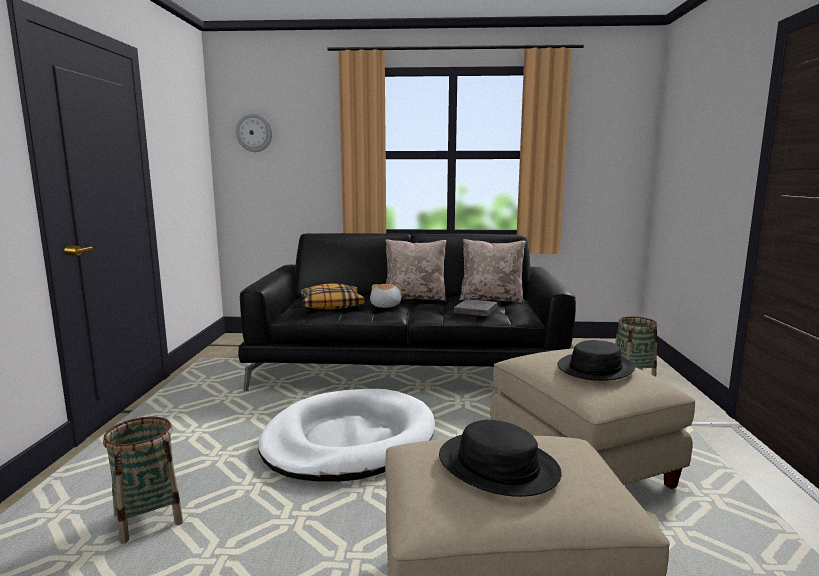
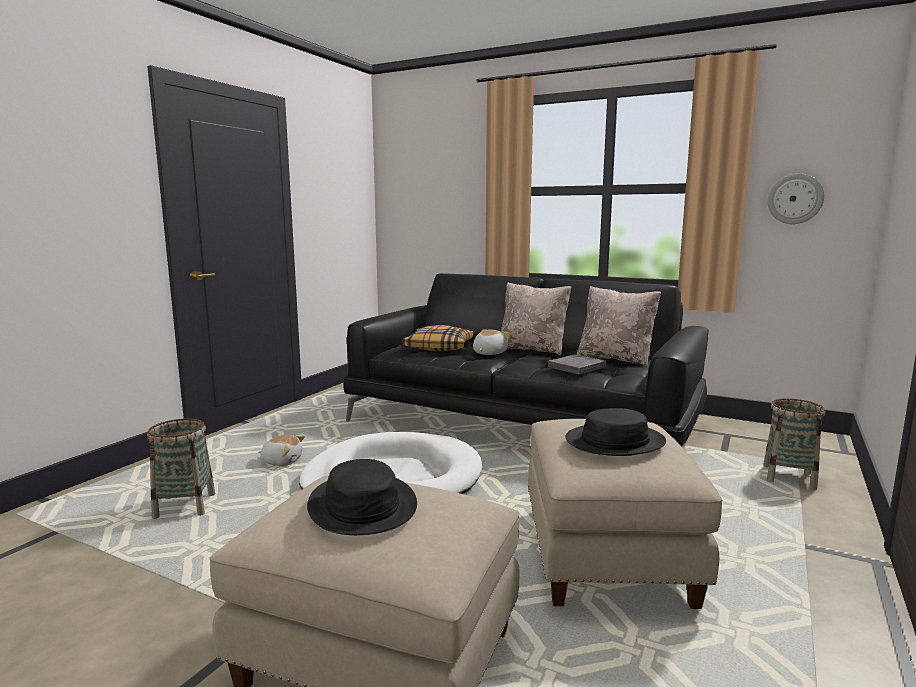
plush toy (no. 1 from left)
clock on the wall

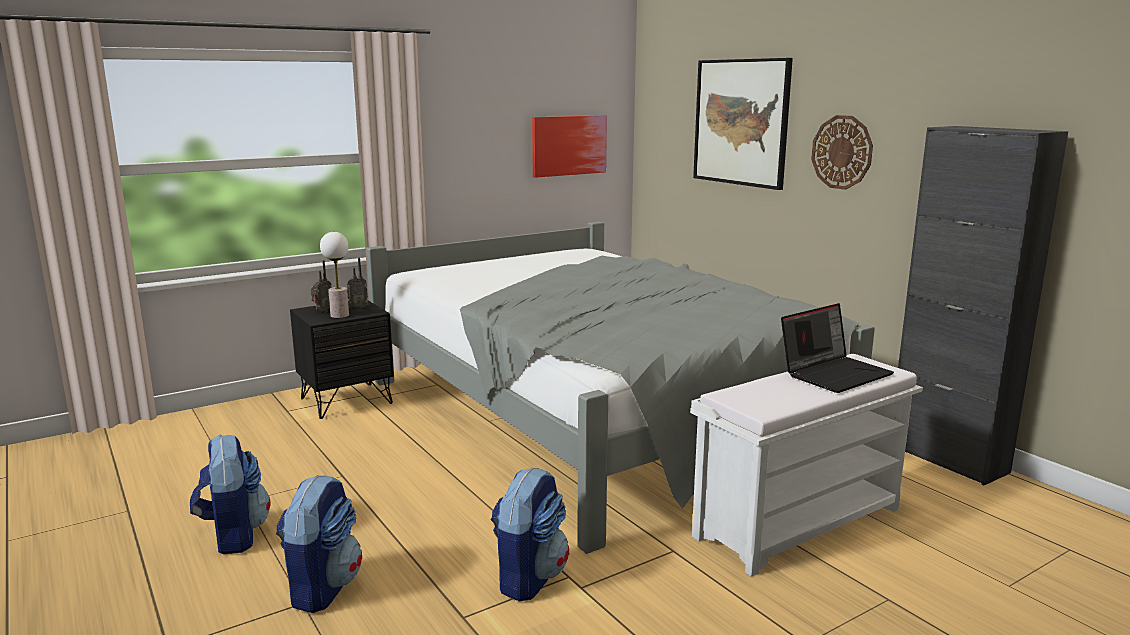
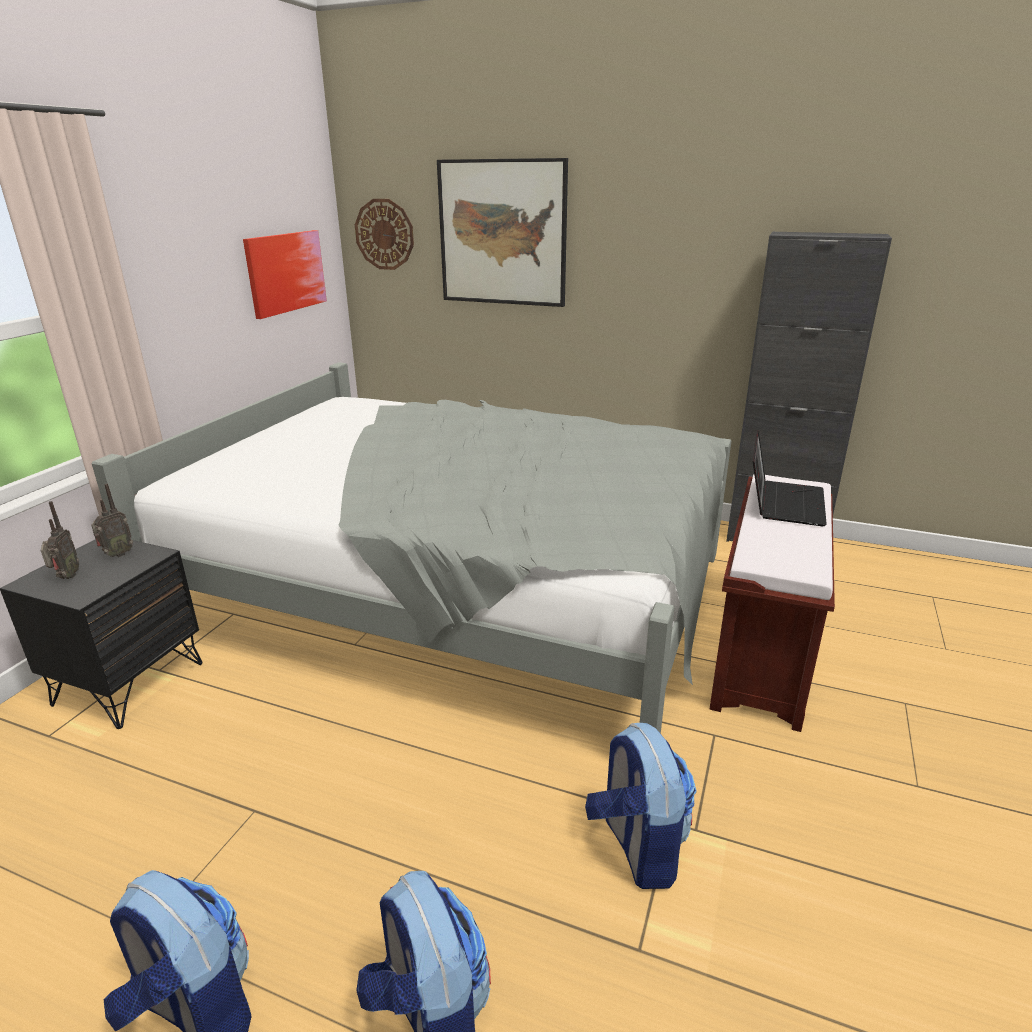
clock on the wall
brownish bench
lamp for a table

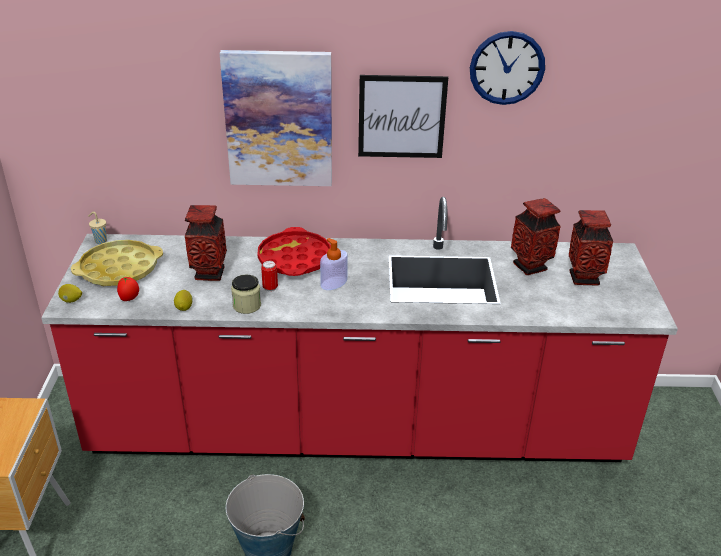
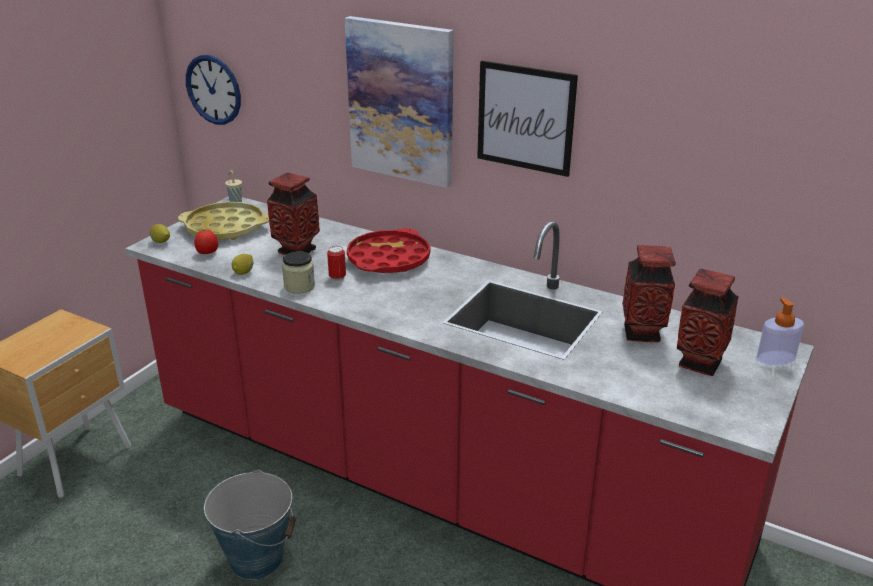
clock on the wall
liquid soap bottle

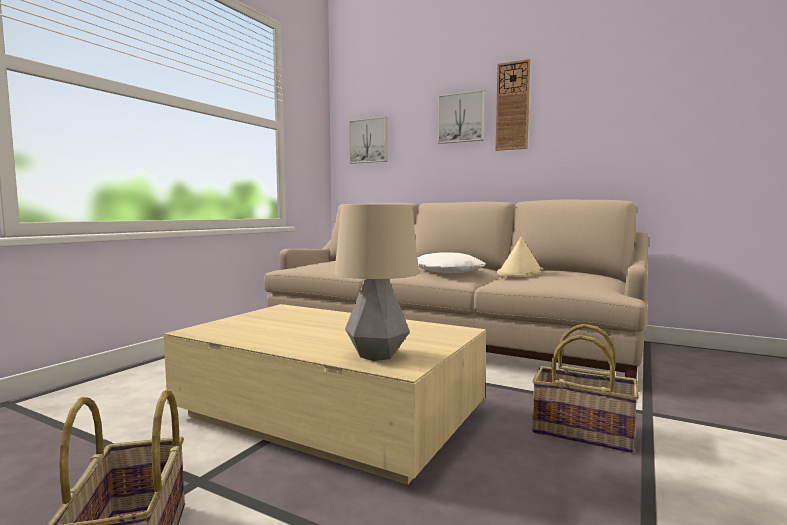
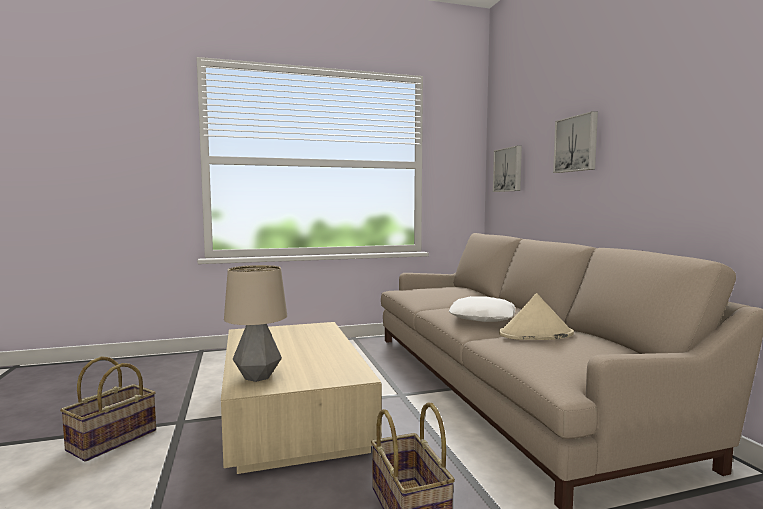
clock on the wall

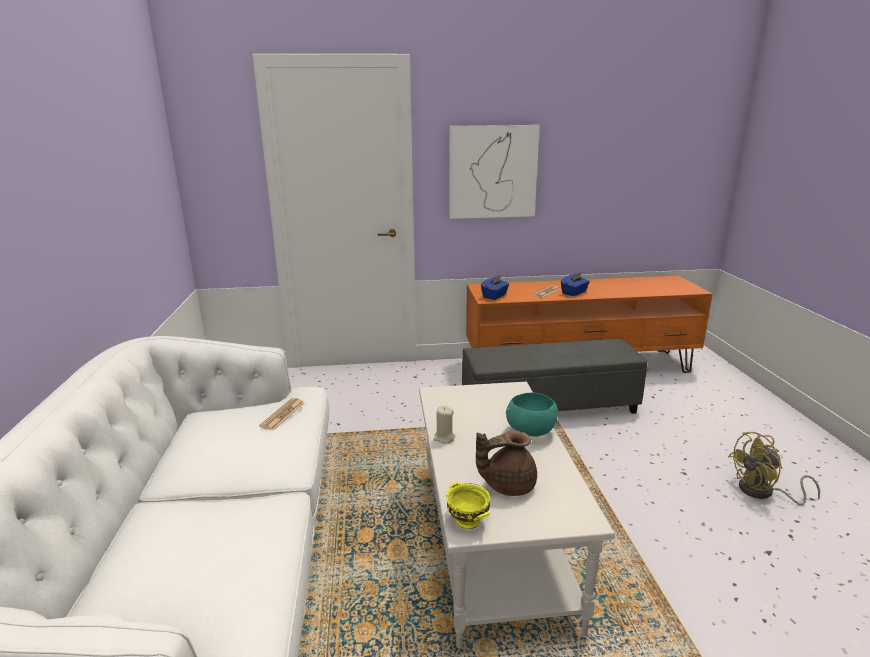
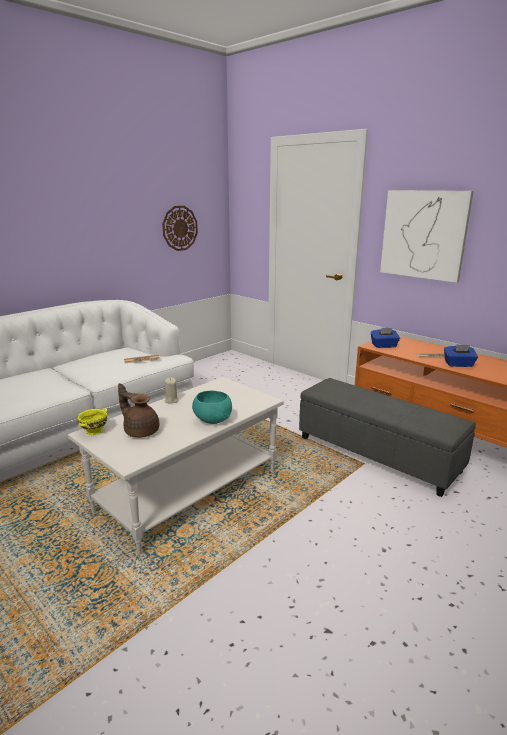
clock on the wall
yellow fan

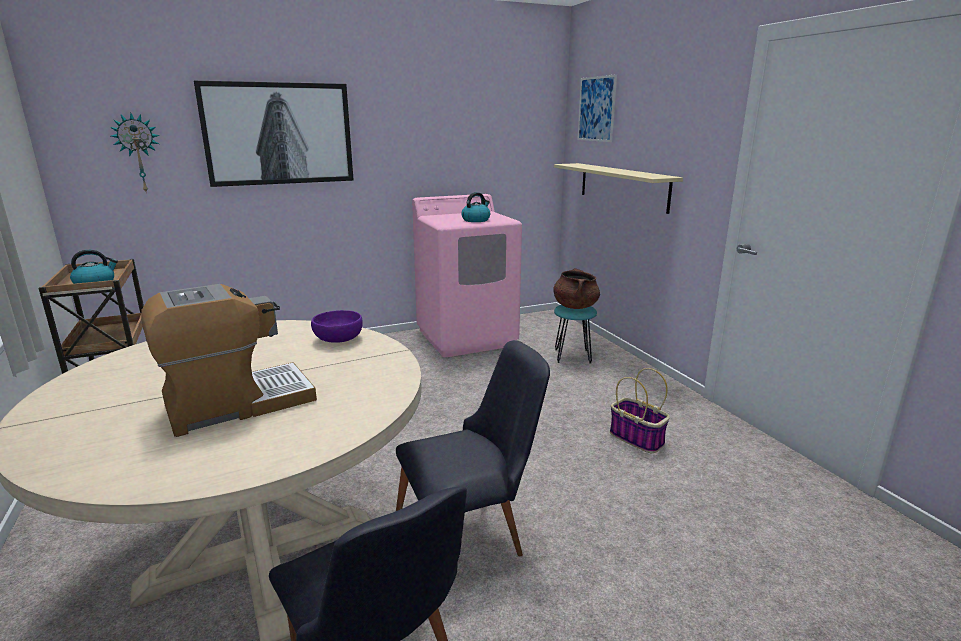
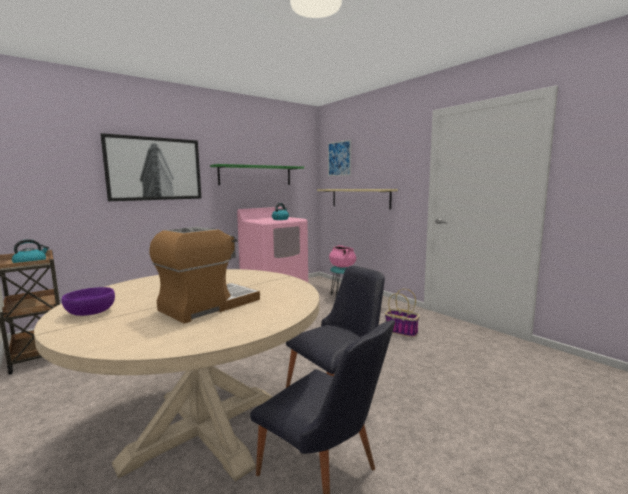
purple bowl
green-coloured shelf
pink-coloured saucepot
clock on the wall

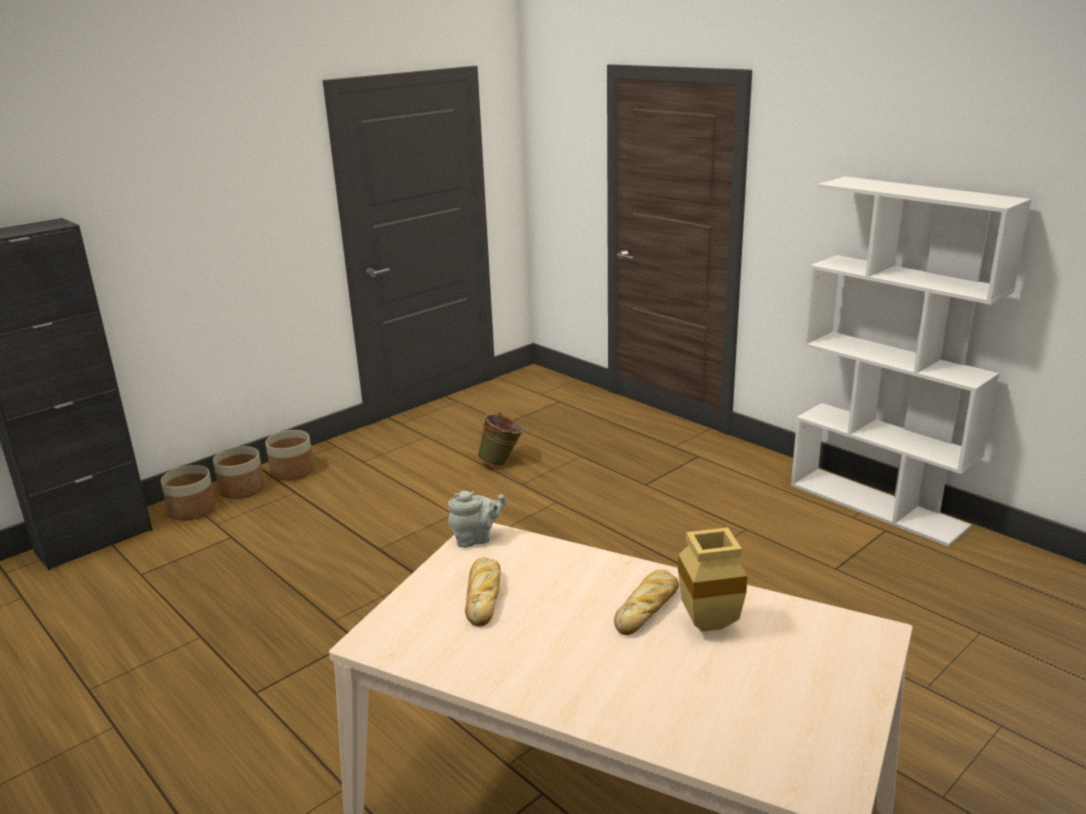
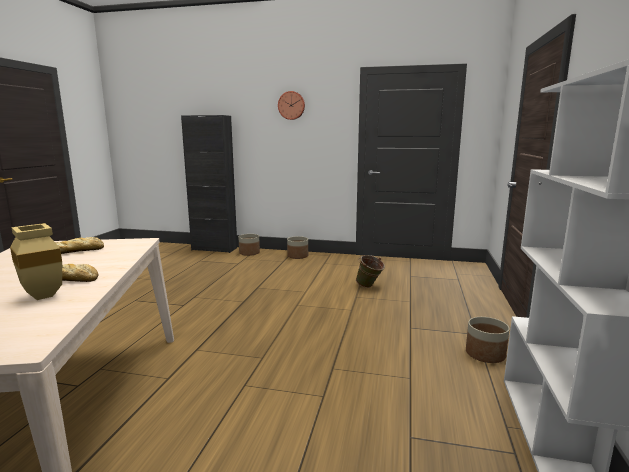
clock on the wall
planter (no. 3 from left)
greyish tea pot

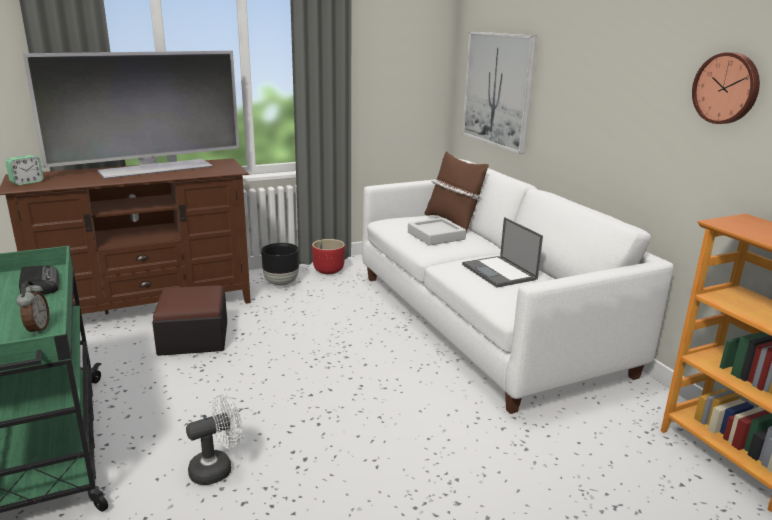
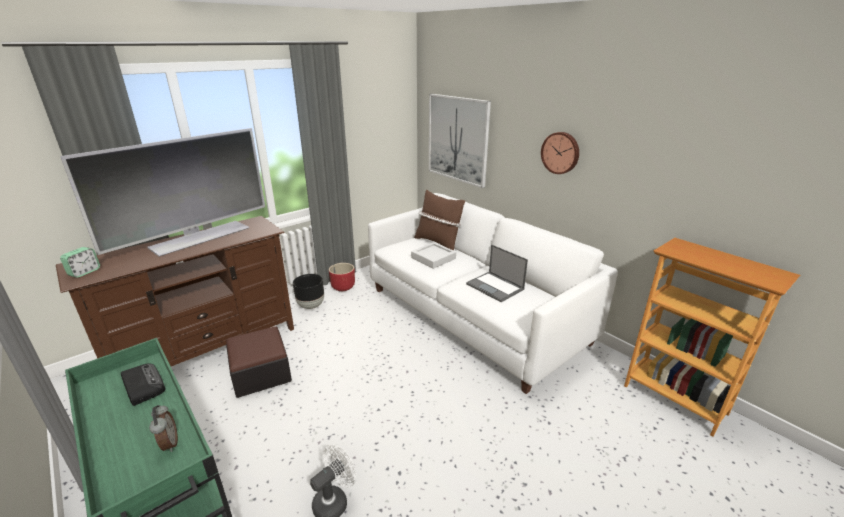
clock on the wall

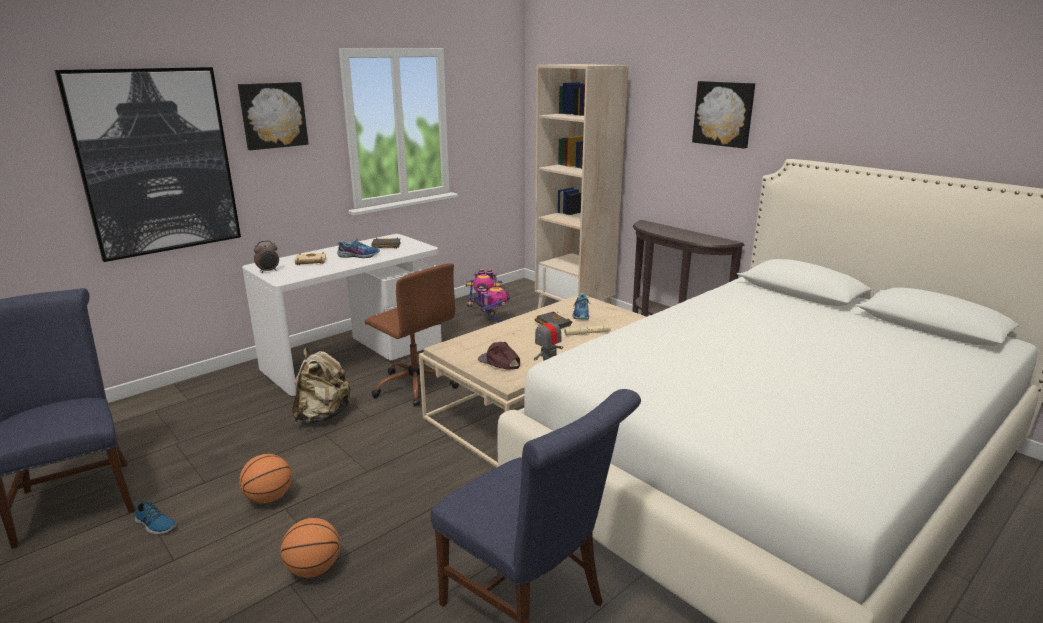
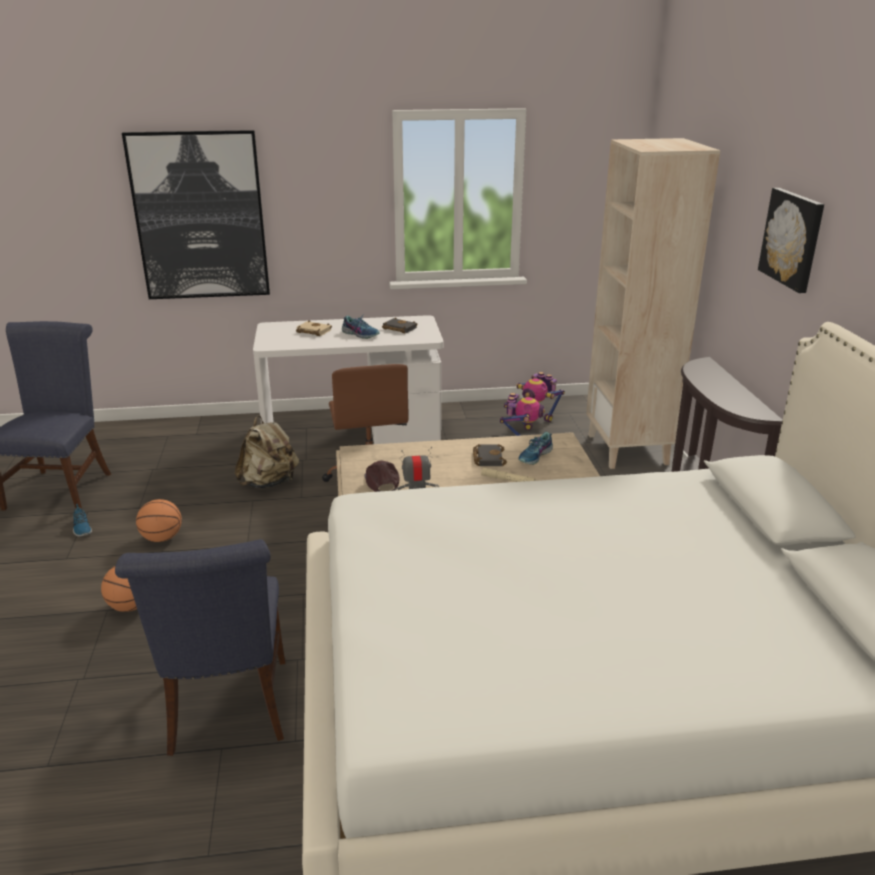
wall picture (no. 2 from left in the first image)
table clock

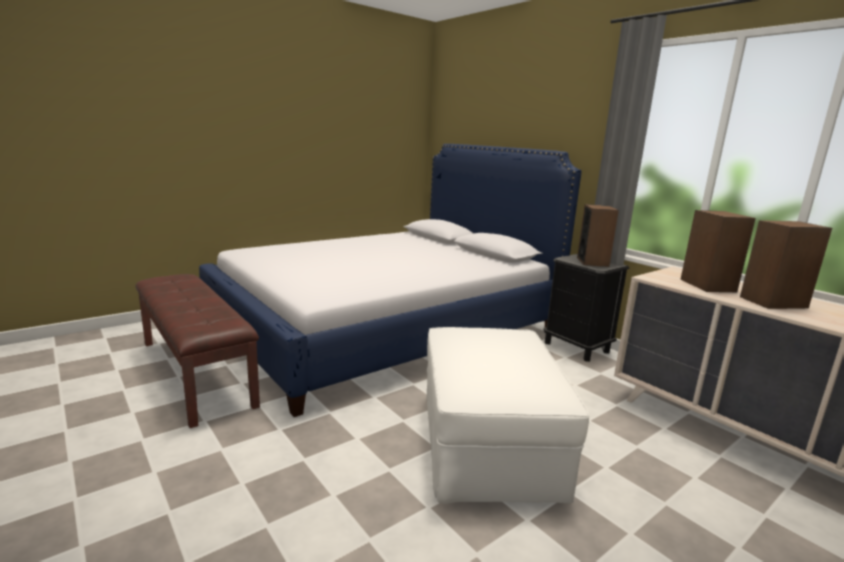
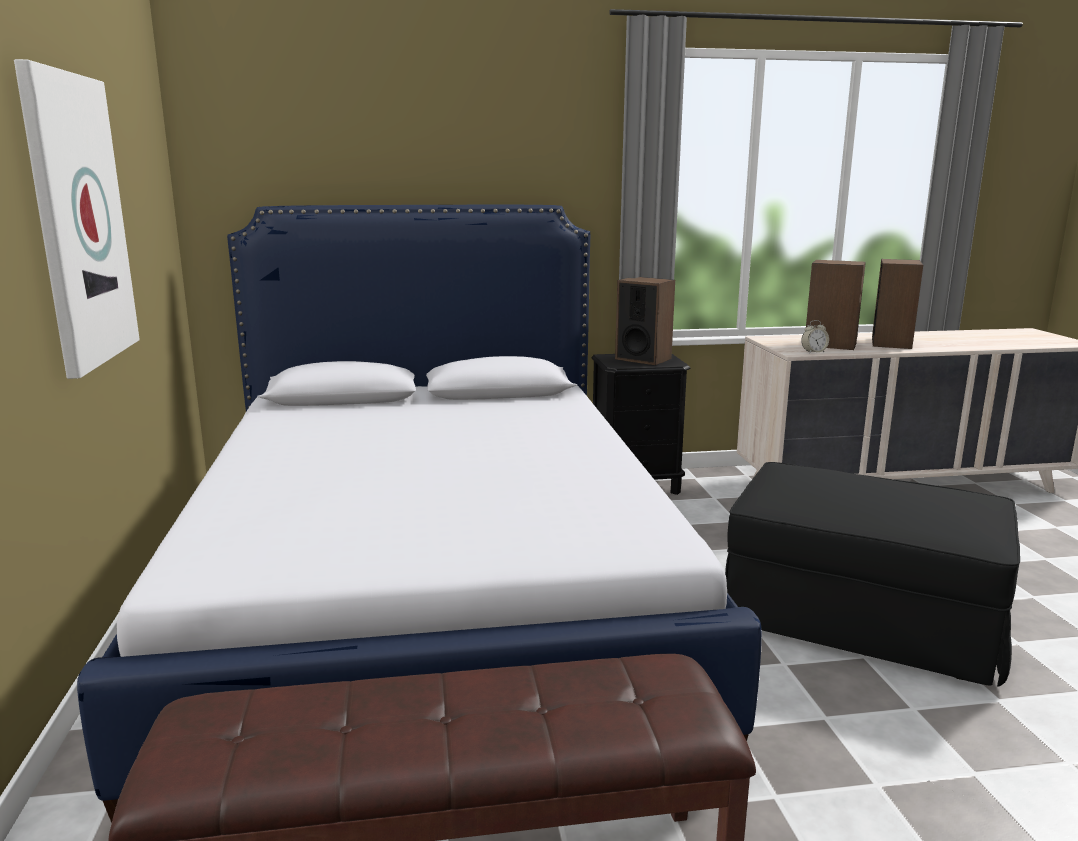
wall picture
black pouffe
table clock

